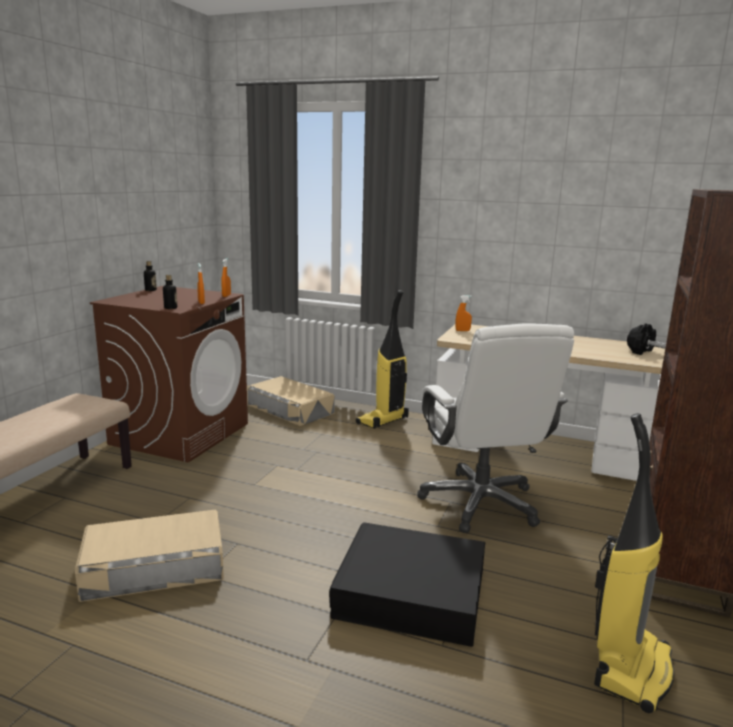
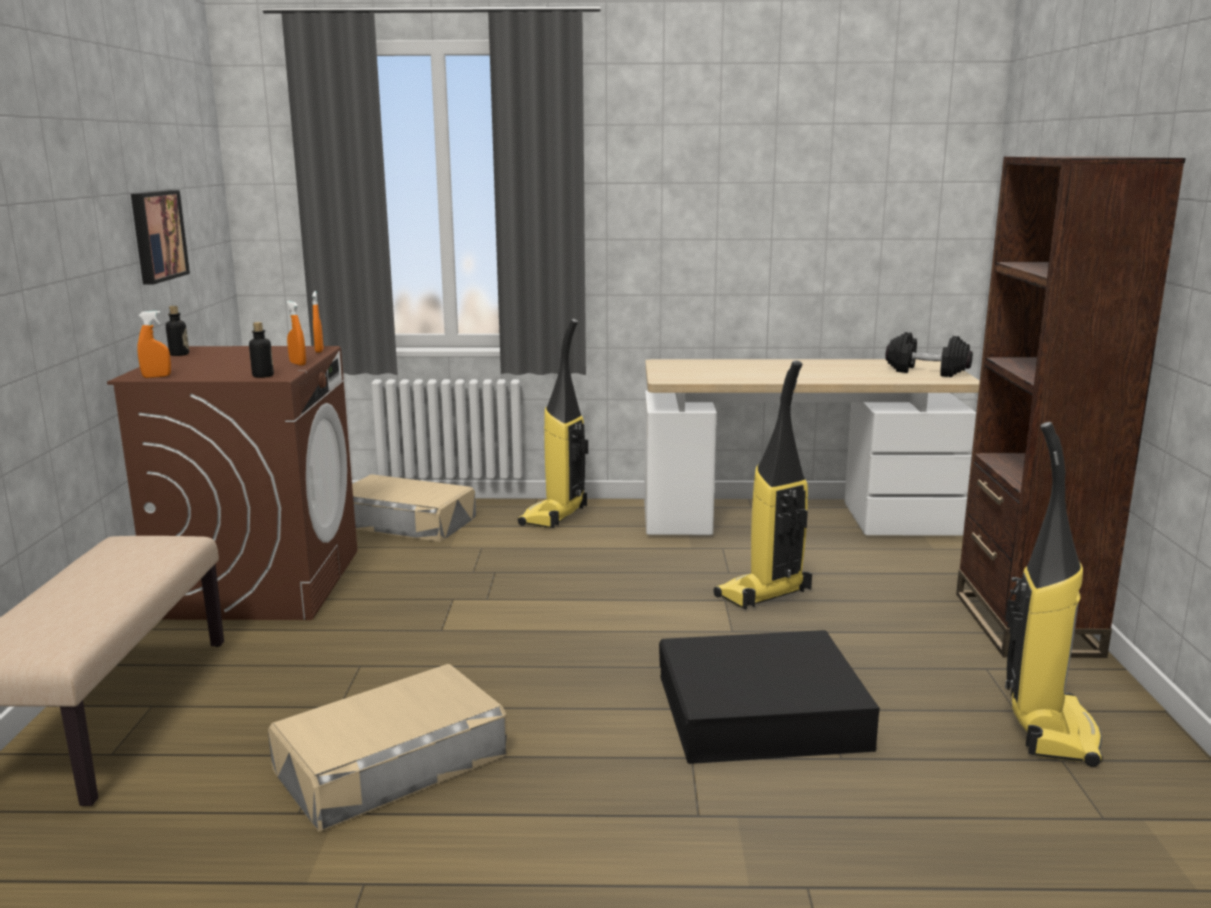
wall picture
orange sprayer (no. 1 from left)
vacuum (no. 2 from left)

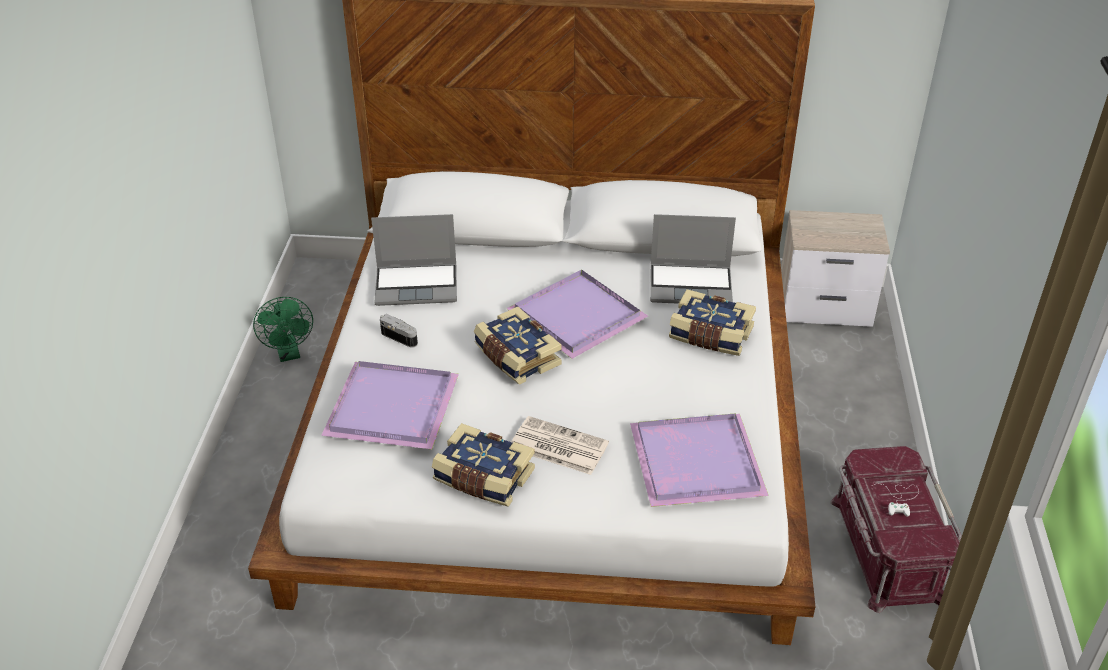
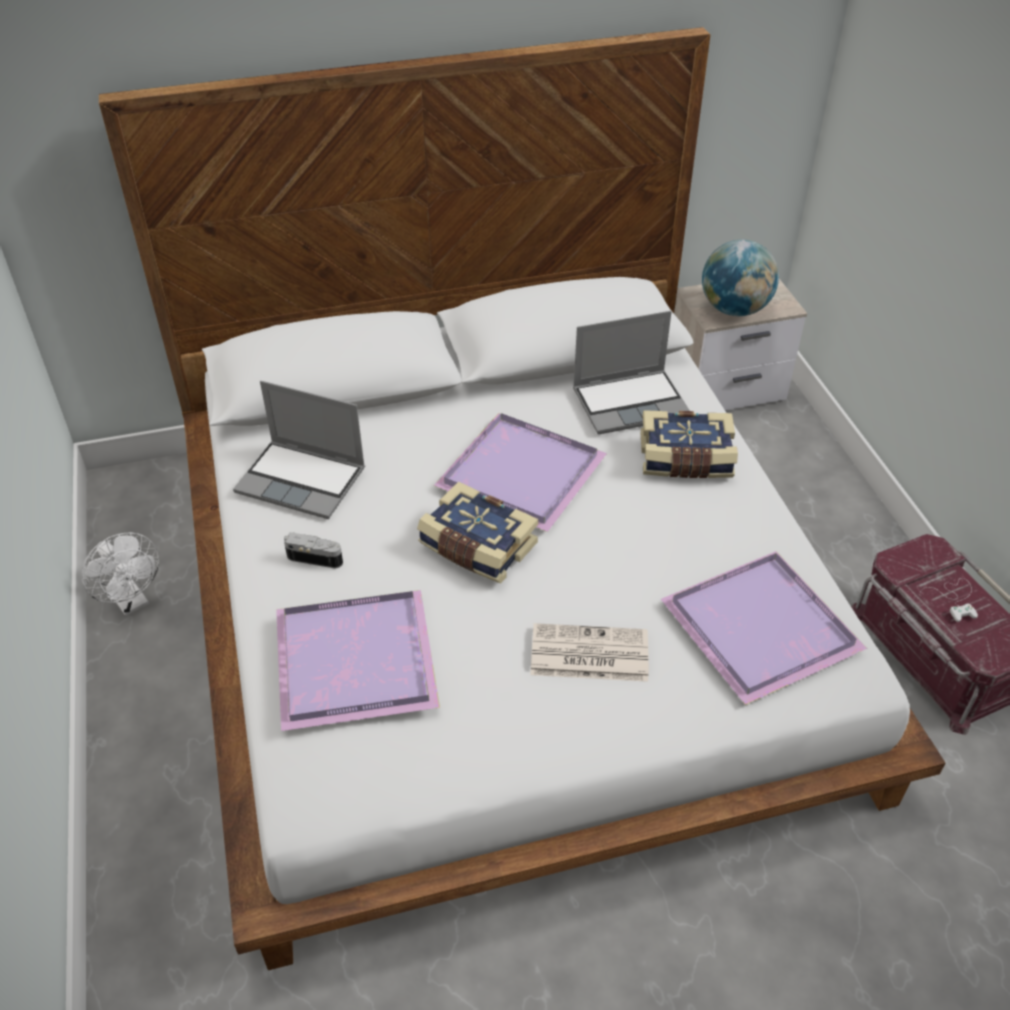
white-coloured fan
laptop (no. 1 from left)
desk globe
book (no. 1 from left in the first image)

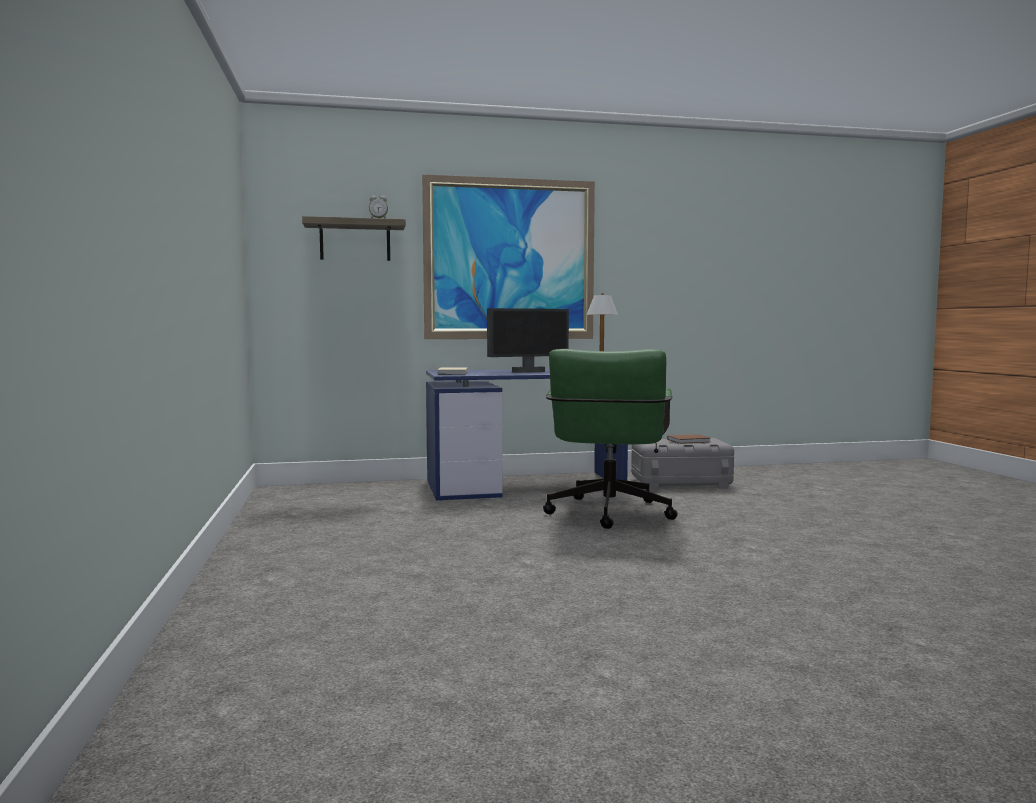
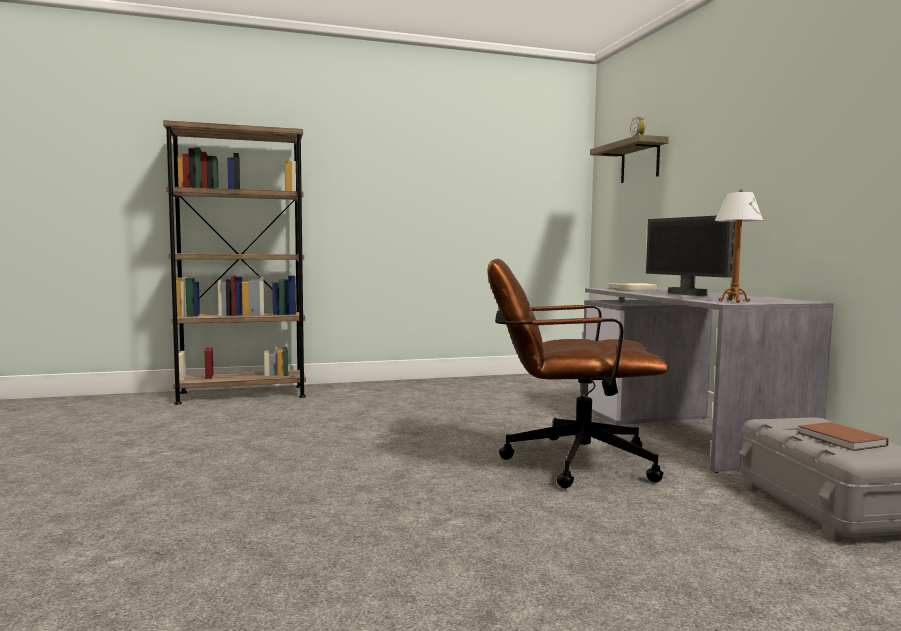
brownish bookshelf
brownish office chair
greyish desk unit
wall picture

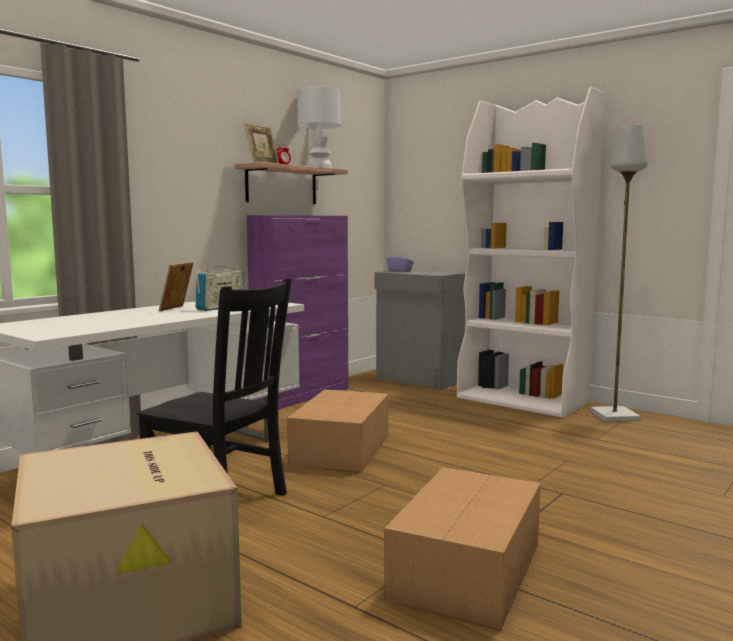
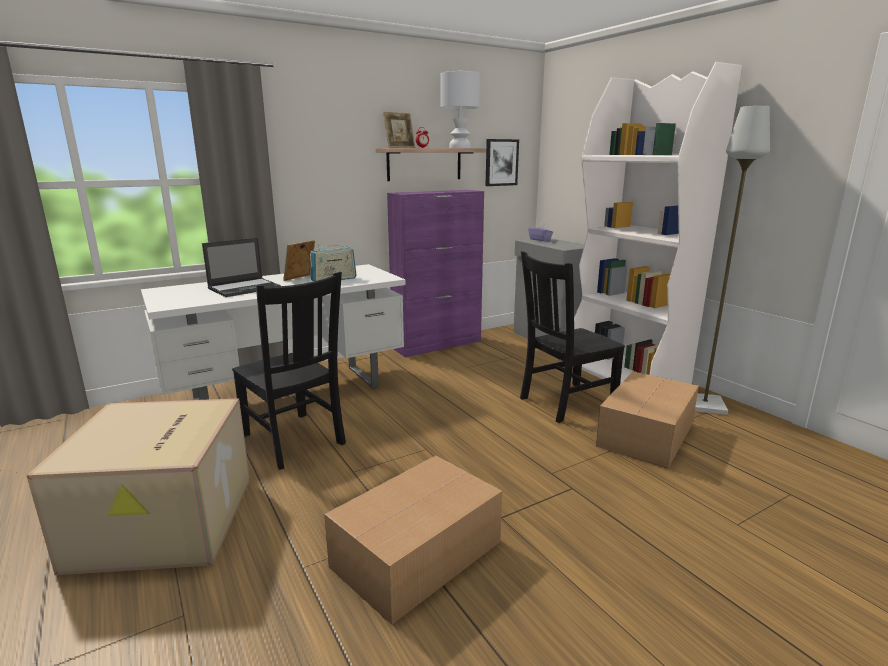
laptop
wall picture
black upright chair (no. 2 from left)
cardboard box (no. 3 from left)

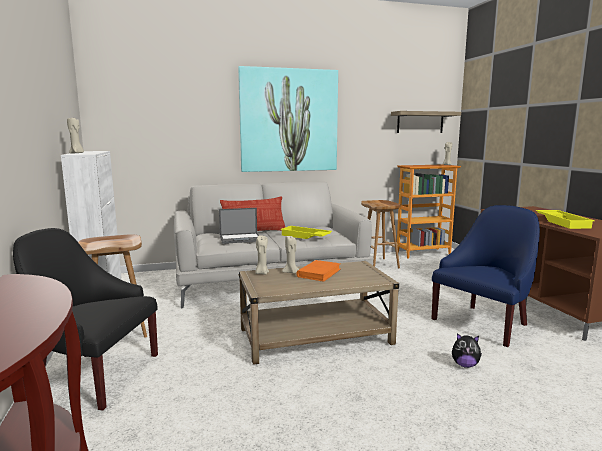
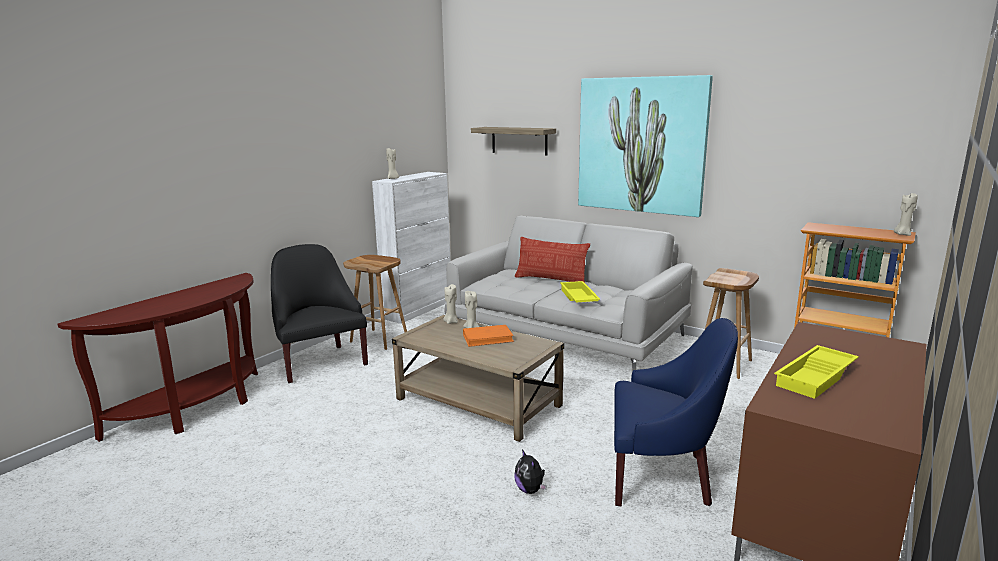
shelf
laptop

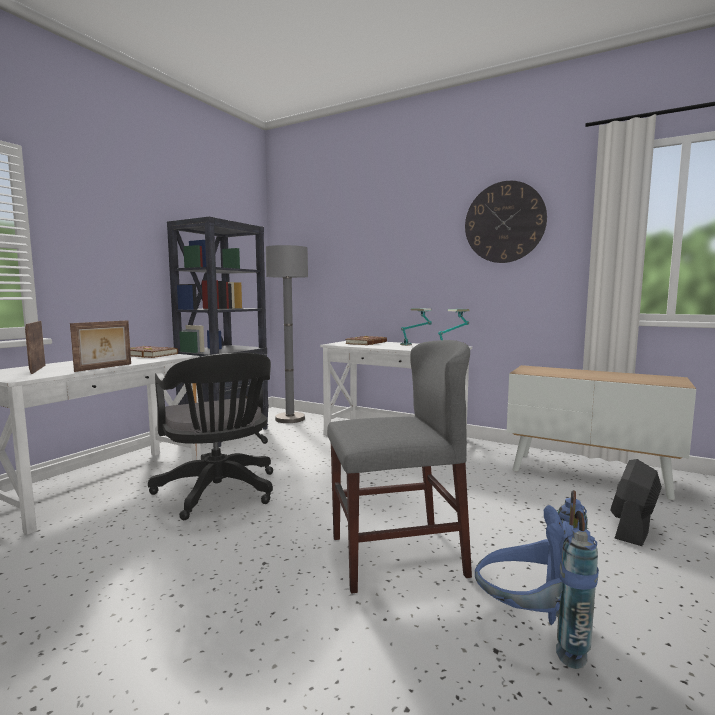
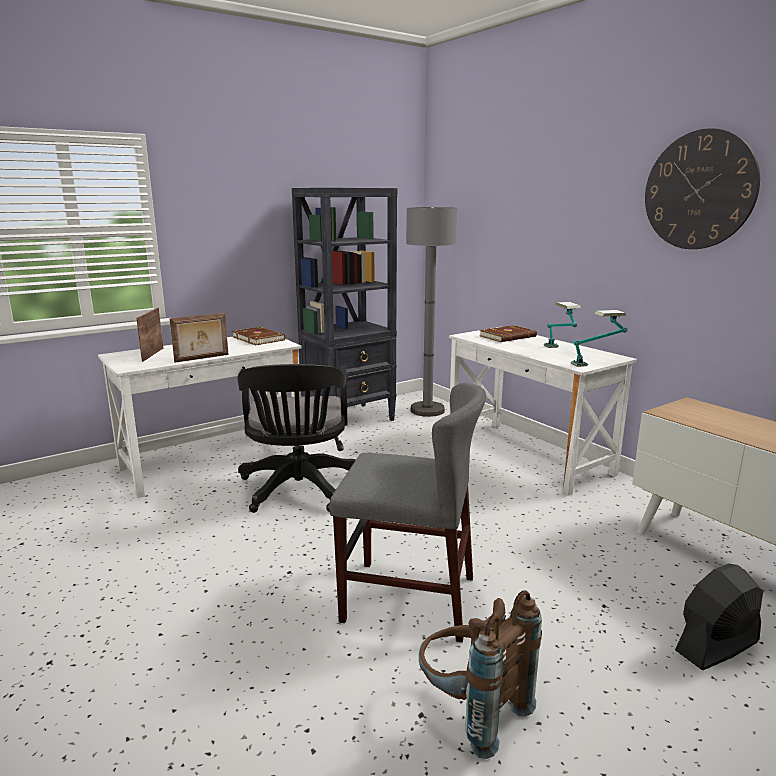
brownish backpack

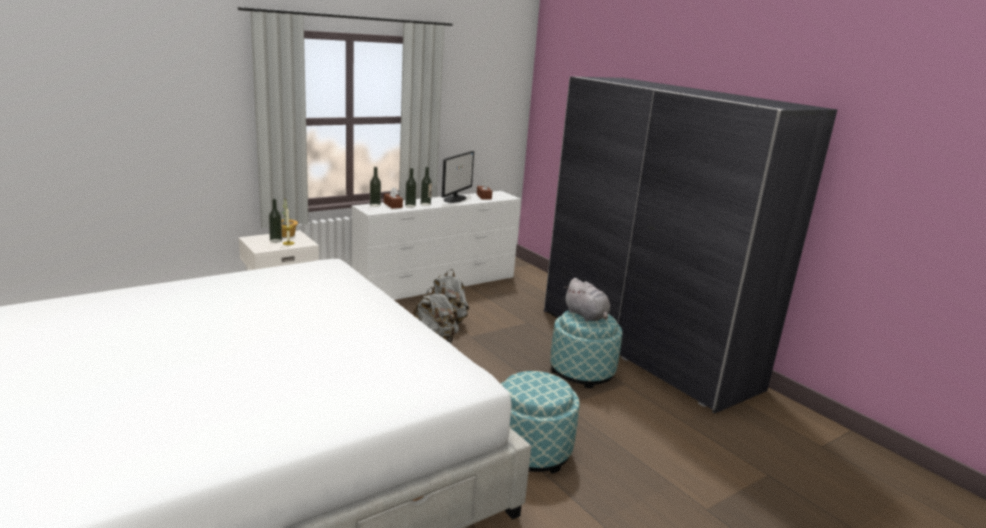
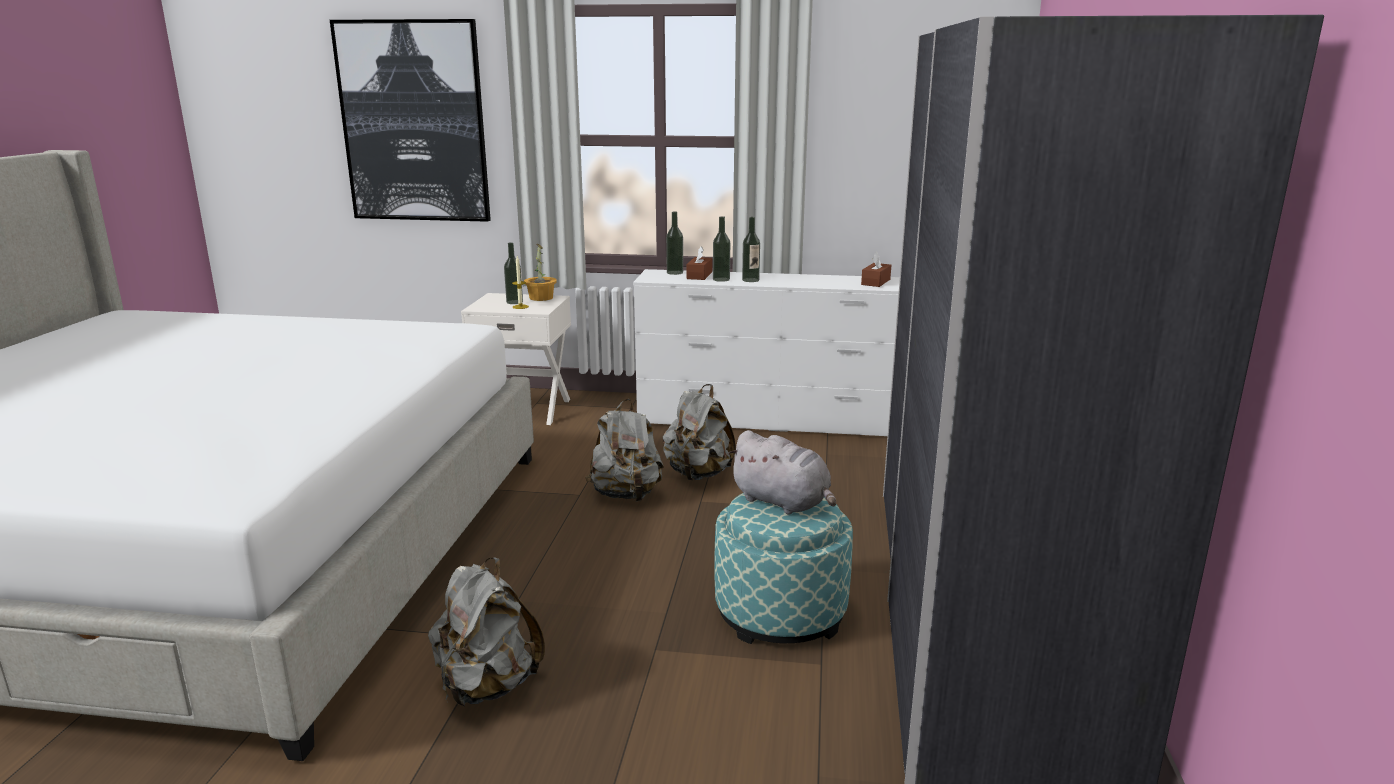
wall picture
greyish backpack (no. 1 from left)
greyish plush toy
computer screen

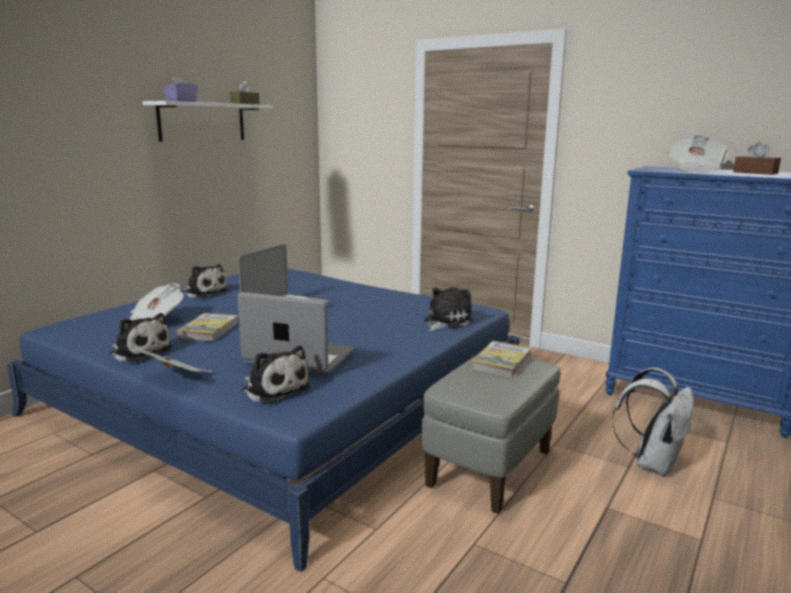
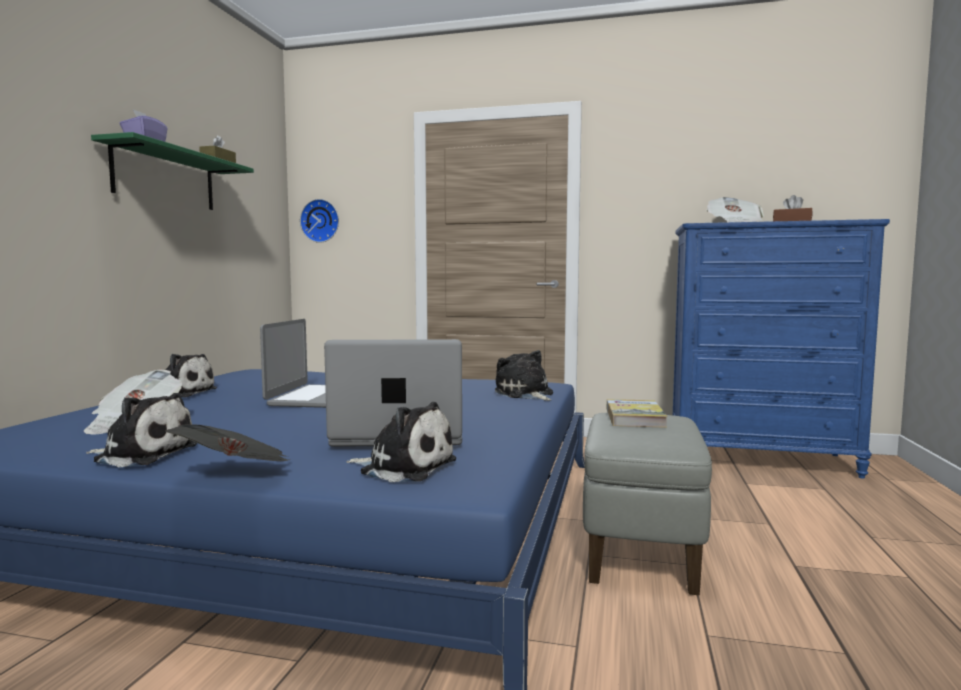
green-coloured shelf
clock on the wall
plush toy (no. 4 from left)
book (no. 1 from left in the first image)
white-coloured backpack

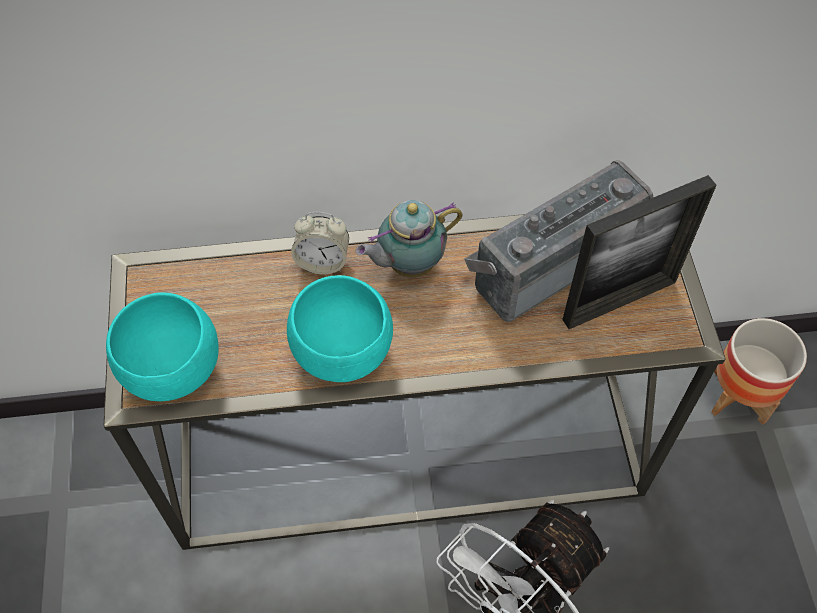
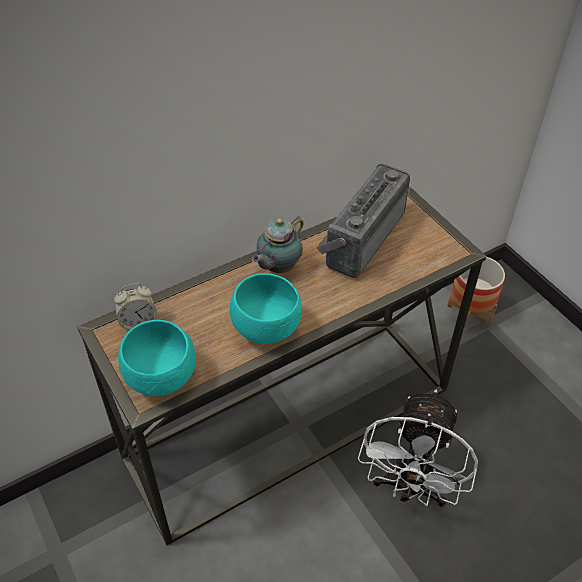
table clock
picture frame

